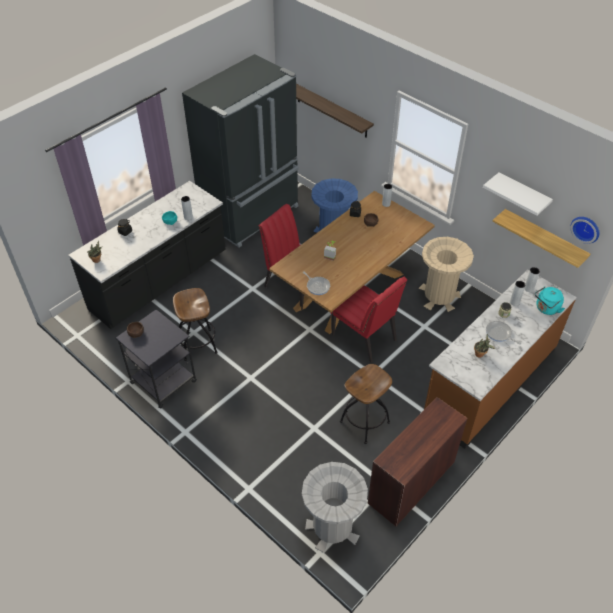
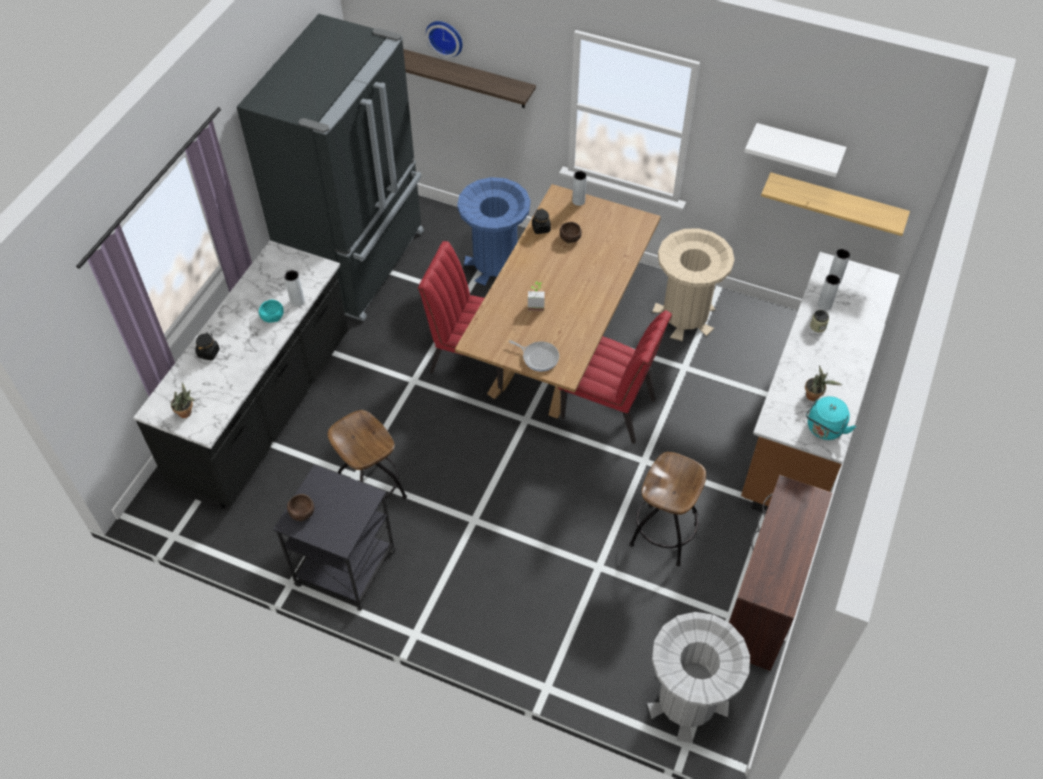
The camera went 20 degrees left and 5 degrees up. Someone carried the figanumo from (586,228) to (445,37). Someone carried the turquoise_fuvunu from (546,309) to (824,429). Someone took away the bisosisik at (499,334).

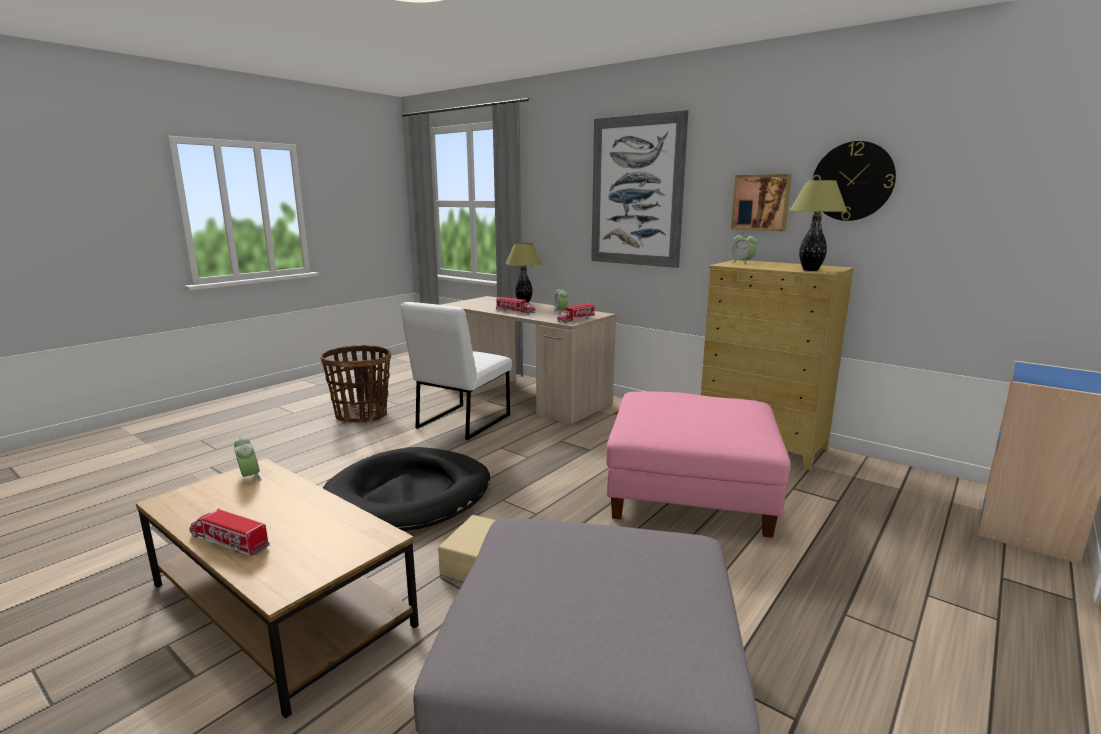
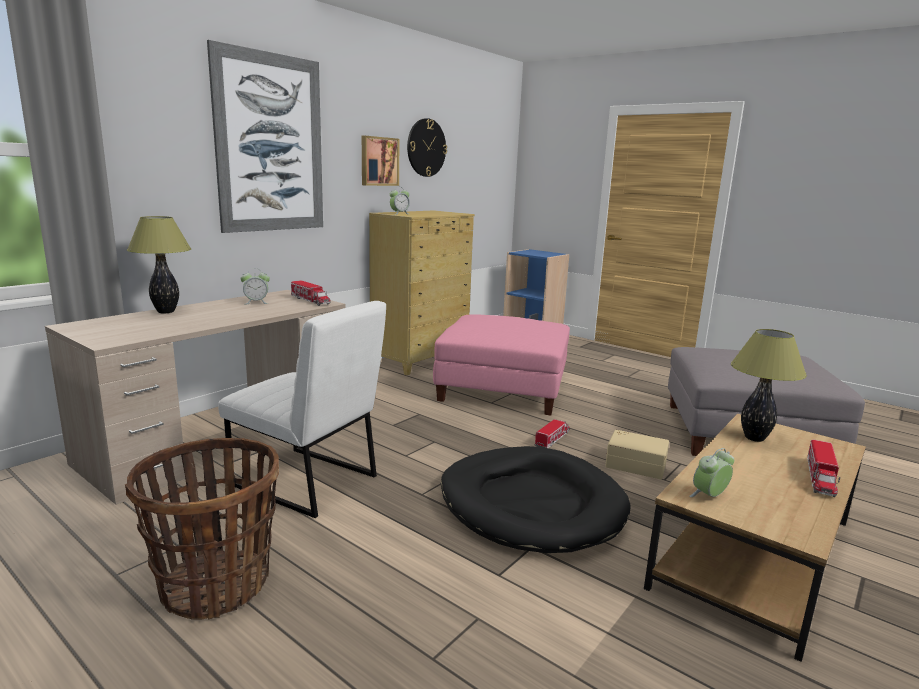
The camera went 90 degrees left and 0 degrees up. Someone carried the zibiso from (810,270) to (754,438). Someone carried the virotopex from (515,311) to (552,439).

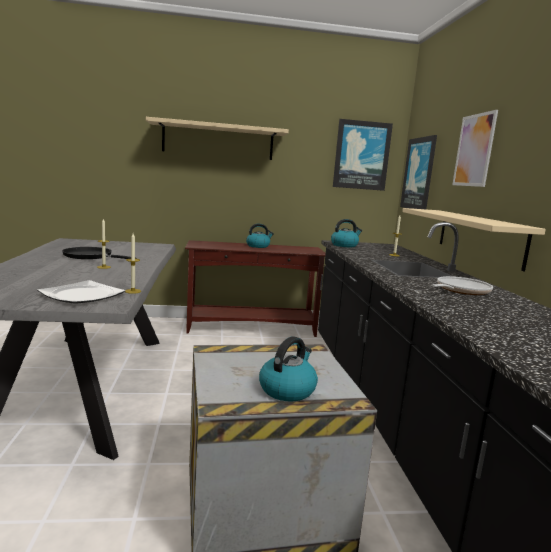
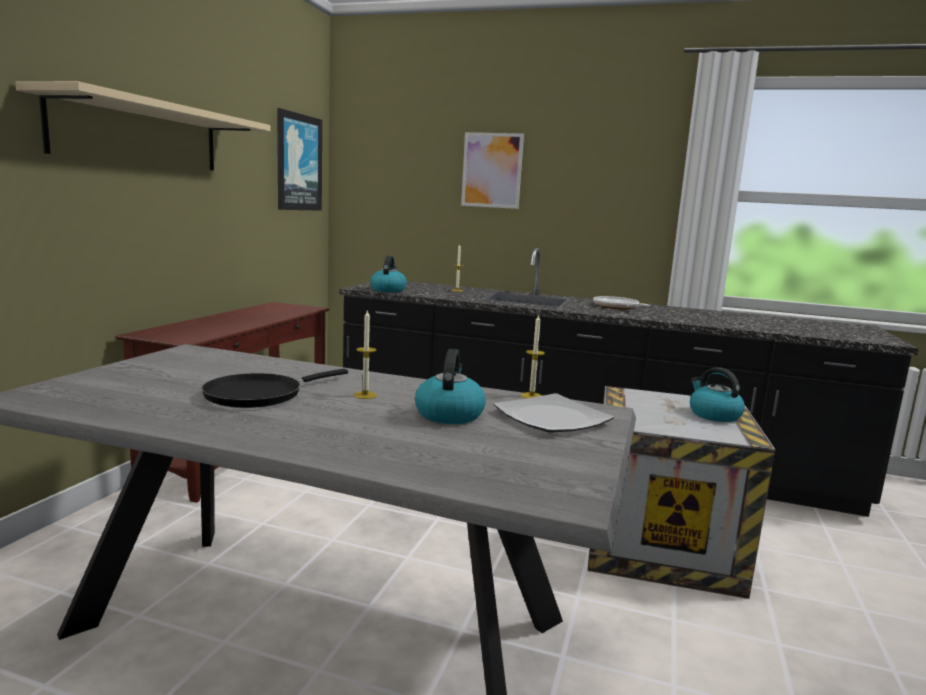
The camera went 65 degrees left and 0 degrees up. Someone took away the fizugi at (419,174). Someone took away the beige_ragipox at (479,236). Someone carried the fuvunu from (258,246) to (449,414).

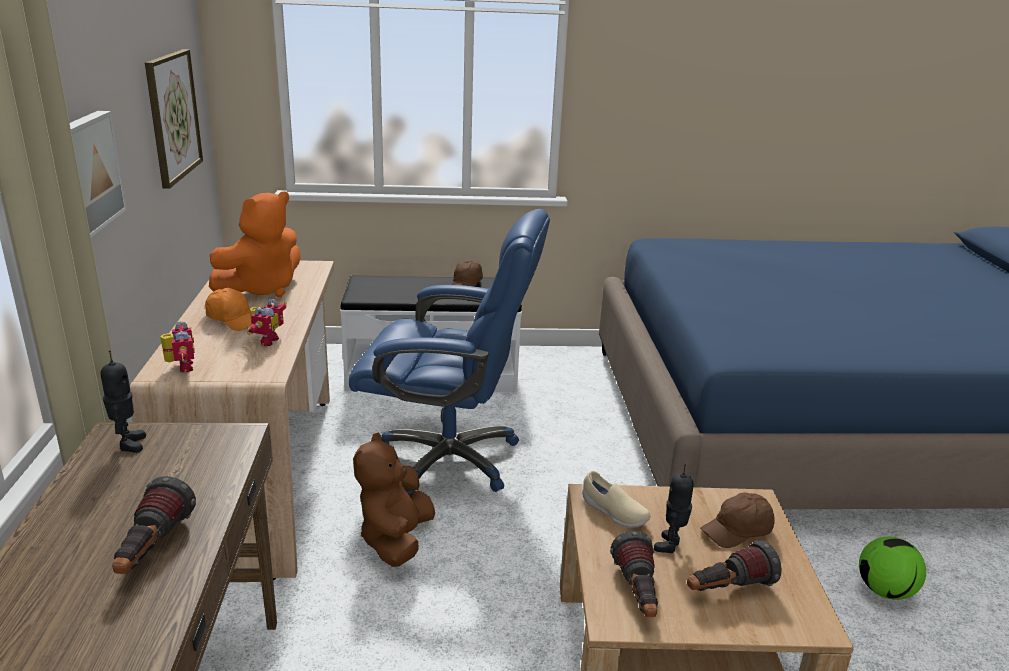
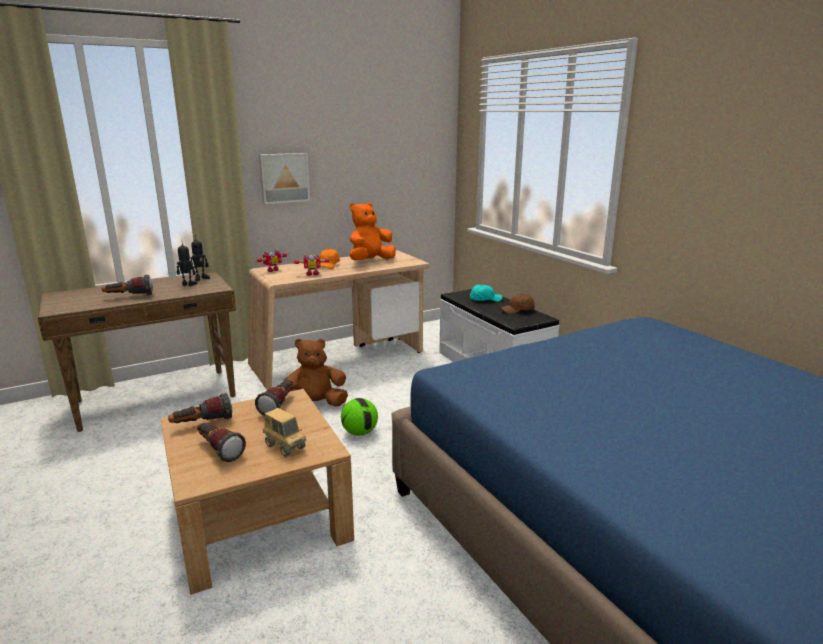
The camera went 65 degrees right and 5 degrees down. Someone took away the fizugi at (173,116). Someone rotated the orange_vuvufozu at (262,289) by 120 degrees clockwise. Someone took away the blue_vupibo at (445,457). Someone carried the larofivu from (670,546) to (188,285). Someone swapped the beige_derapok at (613,513) for the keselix at (279,405). Someone swapped the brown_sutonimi at (738,531) for the virotopex at (285,447). Someone carried the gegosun from (885,591) to (360,432). Someone put down the turquoise_sutonimi at (485,299).

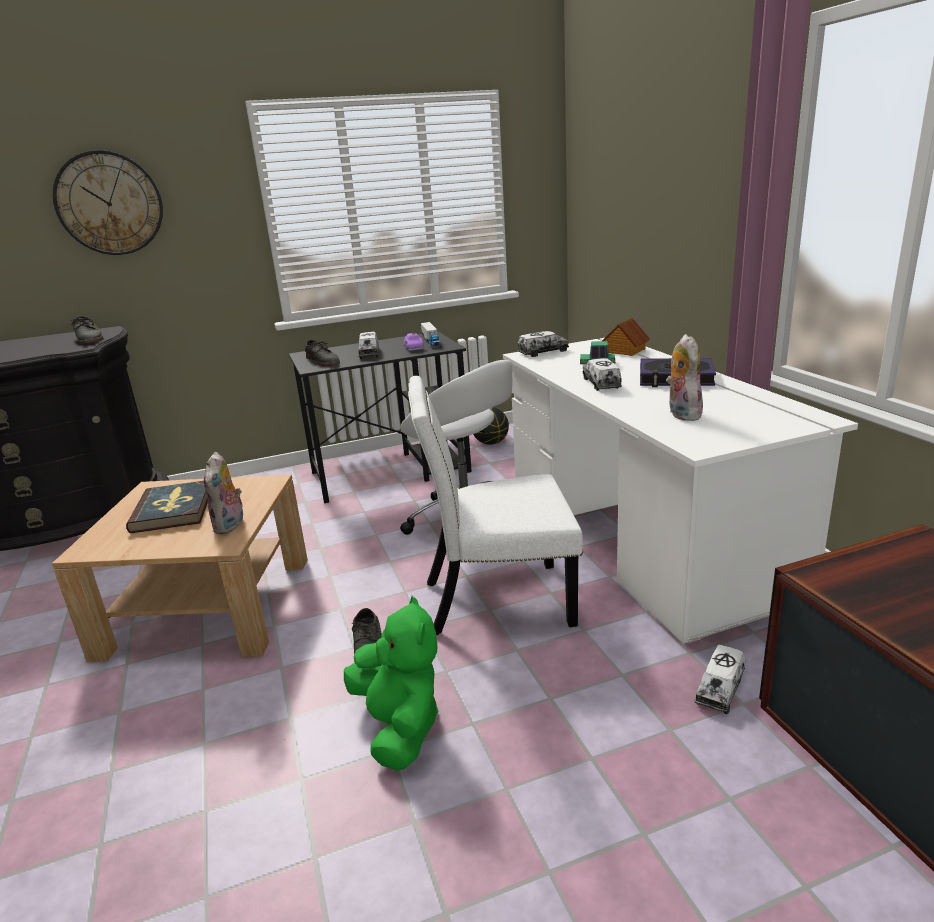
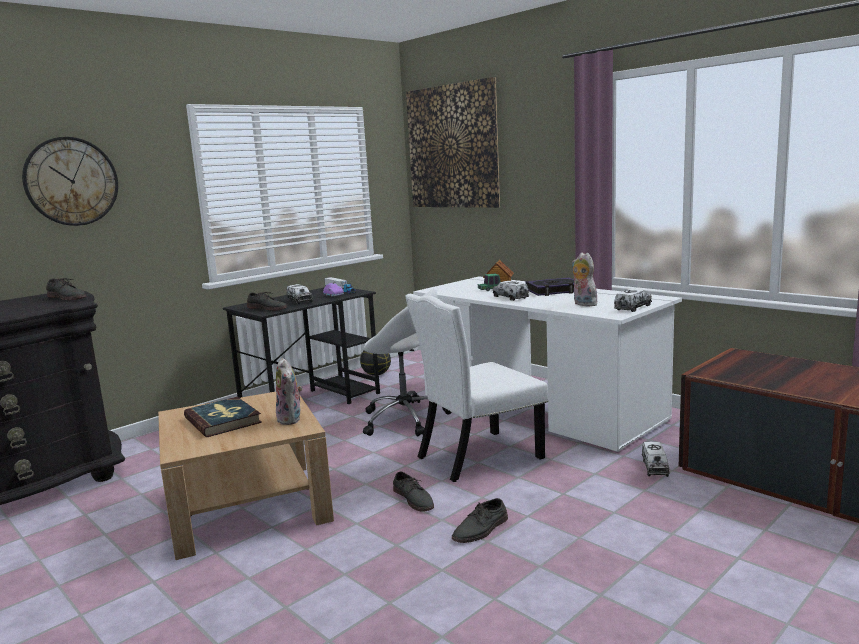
The camera went 25 degrees left and 10 degrees down. Someone carried the virotopex from (543,352) to (633,308). Someone swapped the green_vuvufozu at (399,727) for the grey_derapok at (481,529). Someone put up the fizugi at (452,147).

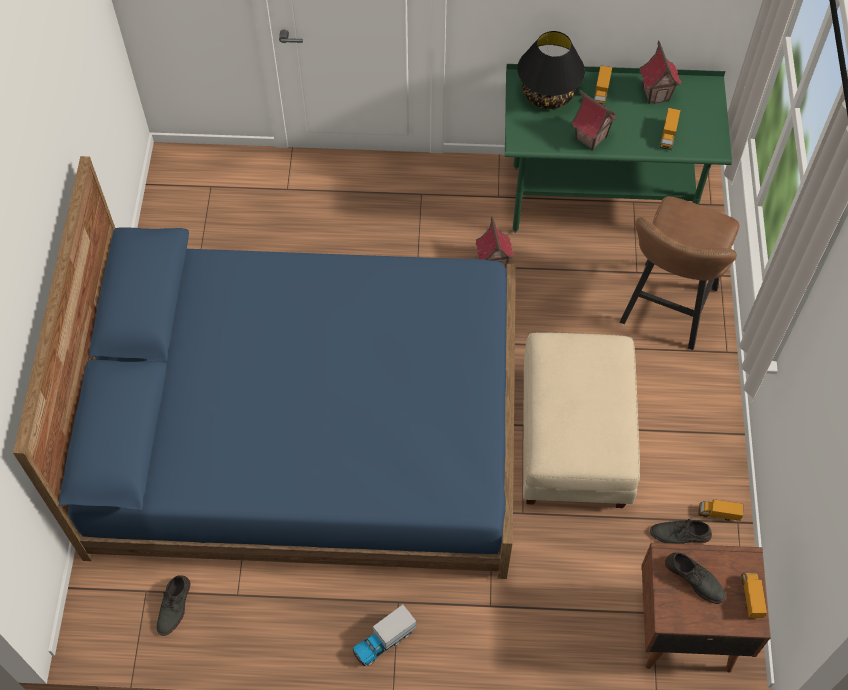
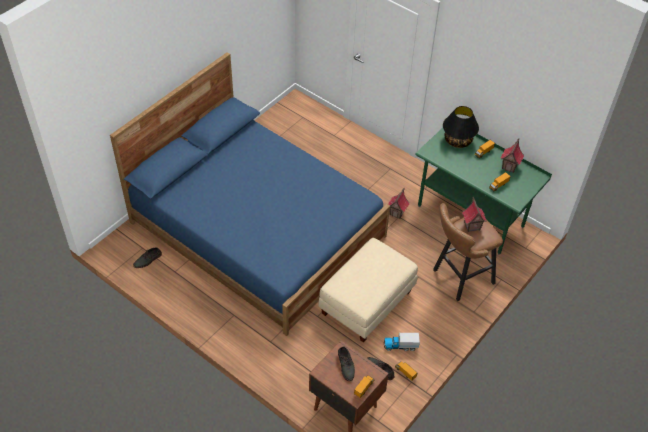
The camera went 35 degrees right and 10 degrees down. Someone carried the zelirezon from (590,138) to (471,226). Someone carried the virotopex from (384,641) to (400,346).

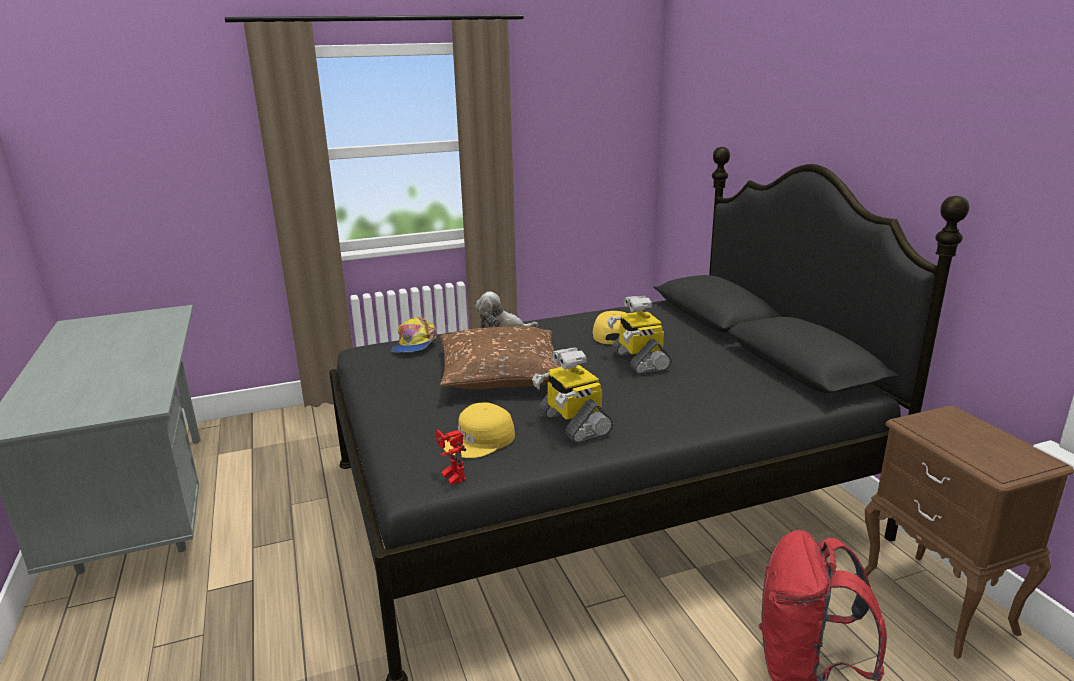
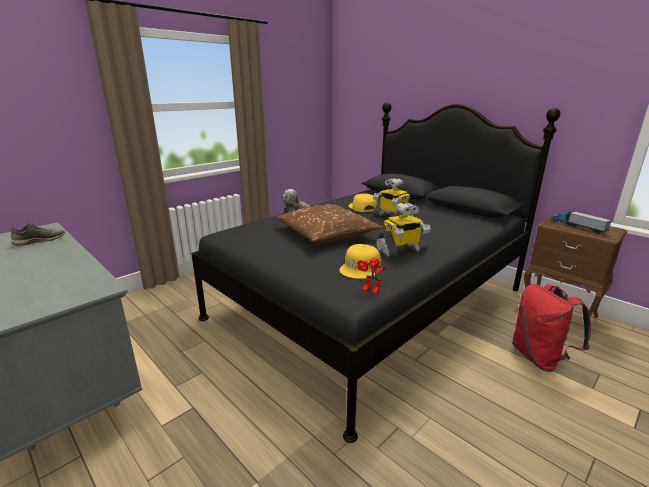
The camera went 25 degrees left and 0 degrees up. Someone took away the sutonimi at (414,344). Someone rotated the larofivu at (572,424) by 60 degrees counterclockwise. Someone put down the virotopex at (577,226). Someone put down the grey_derapok at (40,240).

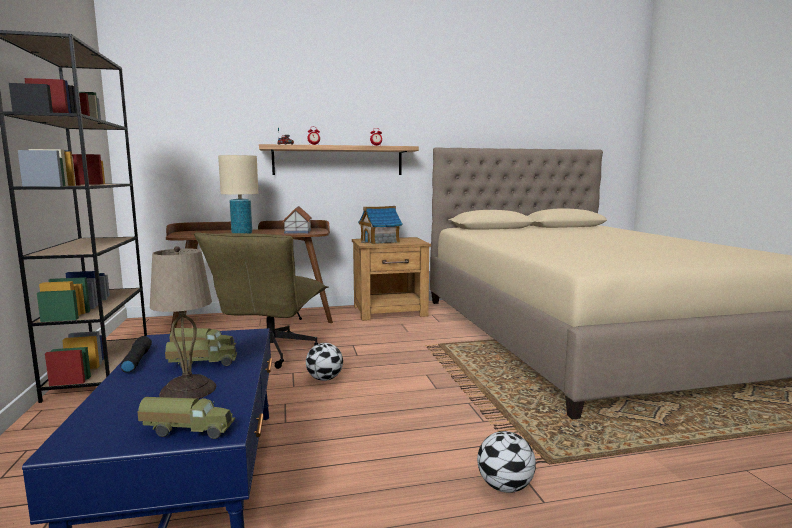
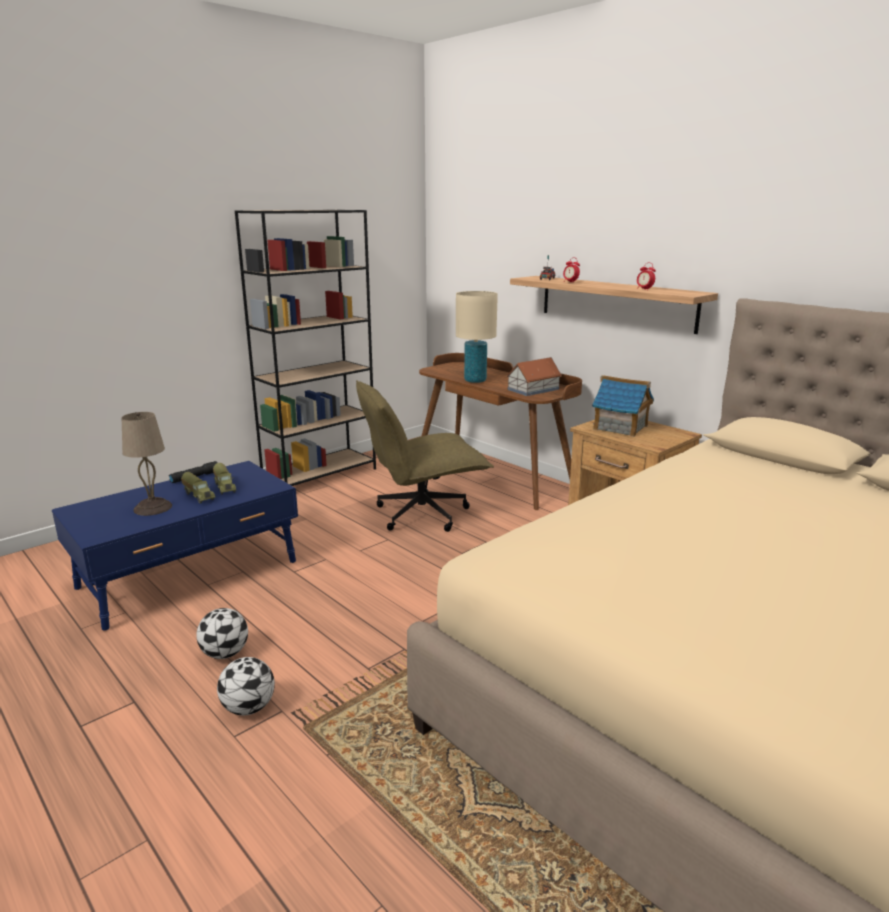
The camera went 60 degrees right and 10 degrees up. Someone carried the gegosun from (324,379) to (225,653). Someone took away the virotopex at (188,431).

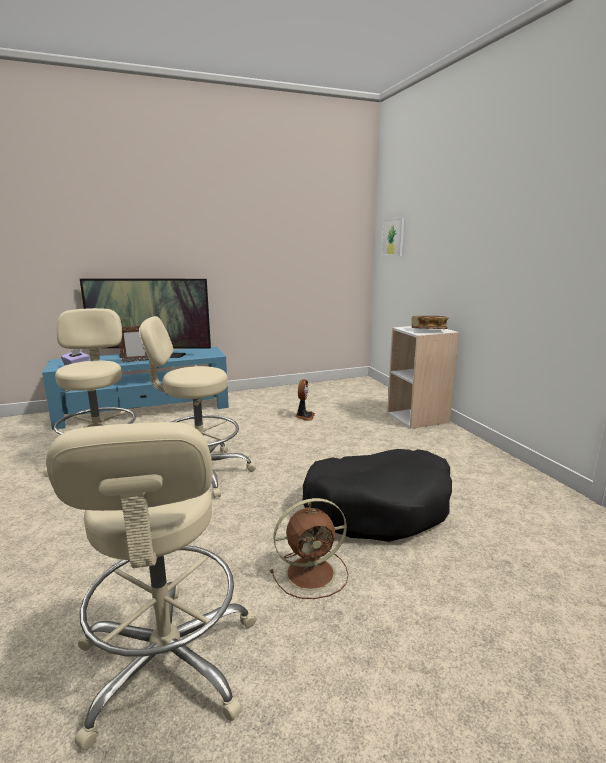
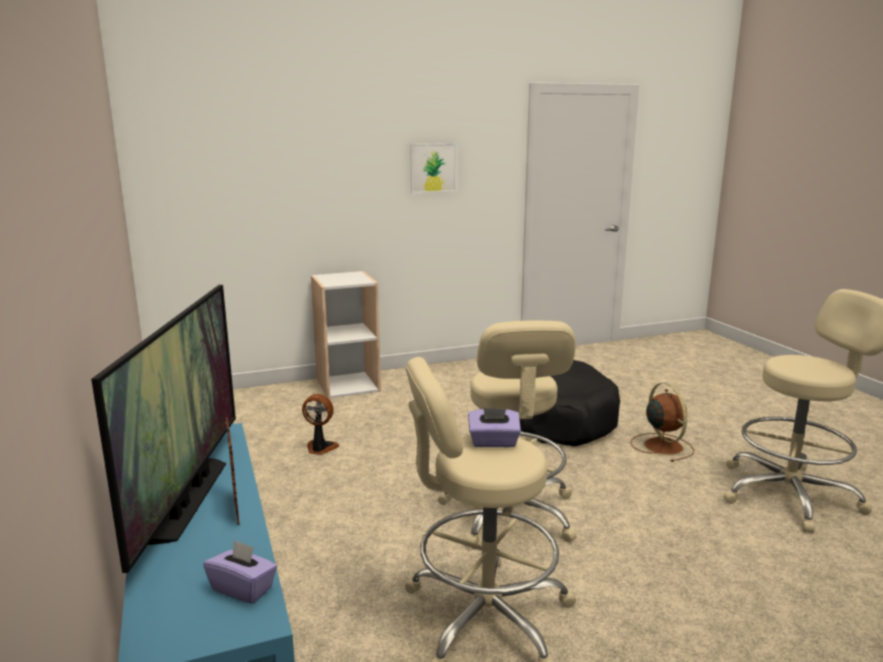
The camera went 90 degrees left and 0 degrees up. Someone carried the fizugi from (393,237) to (433,168). Someone took away the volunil at (428,330). Someone put down the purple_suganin at (493,442).

